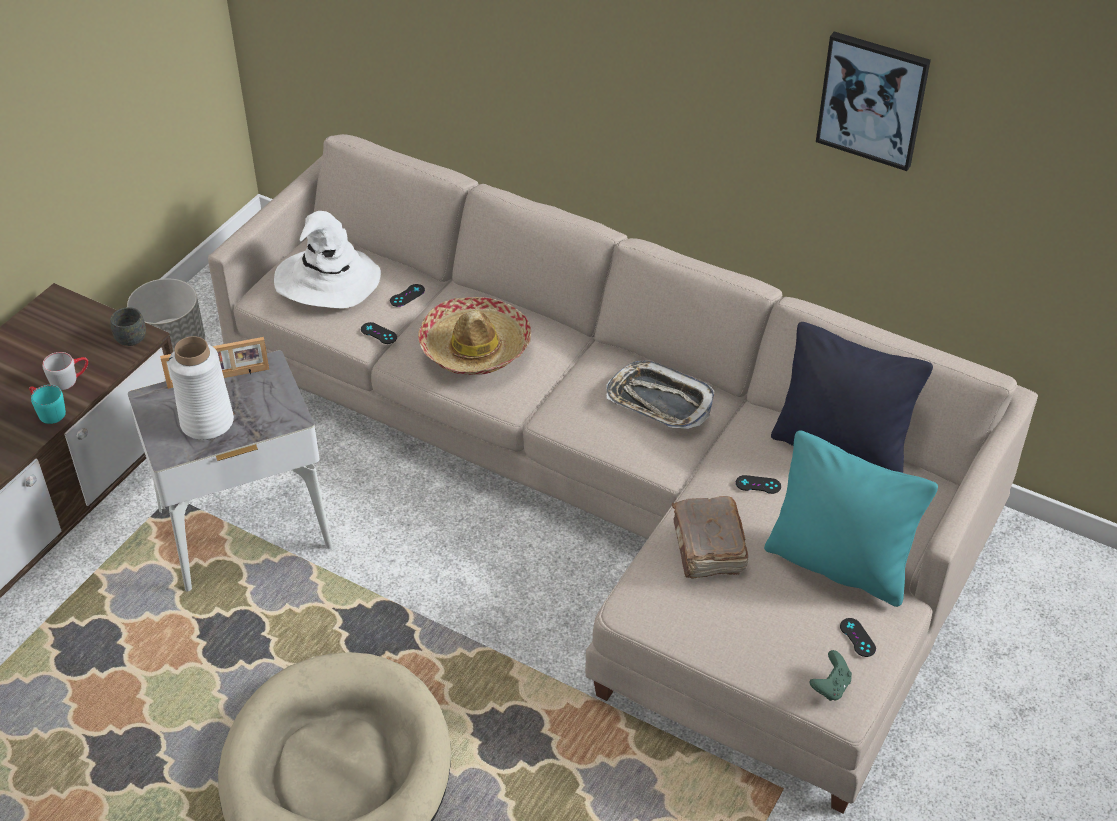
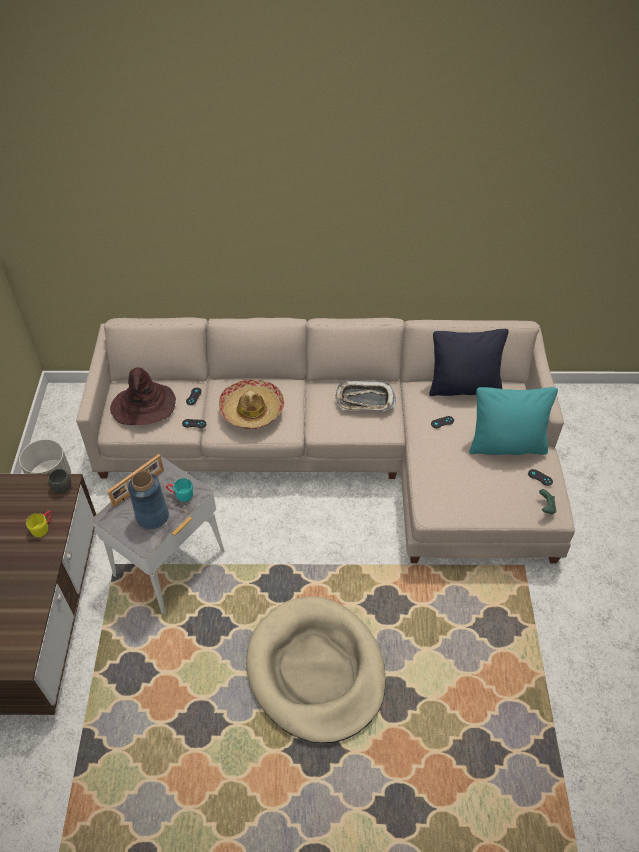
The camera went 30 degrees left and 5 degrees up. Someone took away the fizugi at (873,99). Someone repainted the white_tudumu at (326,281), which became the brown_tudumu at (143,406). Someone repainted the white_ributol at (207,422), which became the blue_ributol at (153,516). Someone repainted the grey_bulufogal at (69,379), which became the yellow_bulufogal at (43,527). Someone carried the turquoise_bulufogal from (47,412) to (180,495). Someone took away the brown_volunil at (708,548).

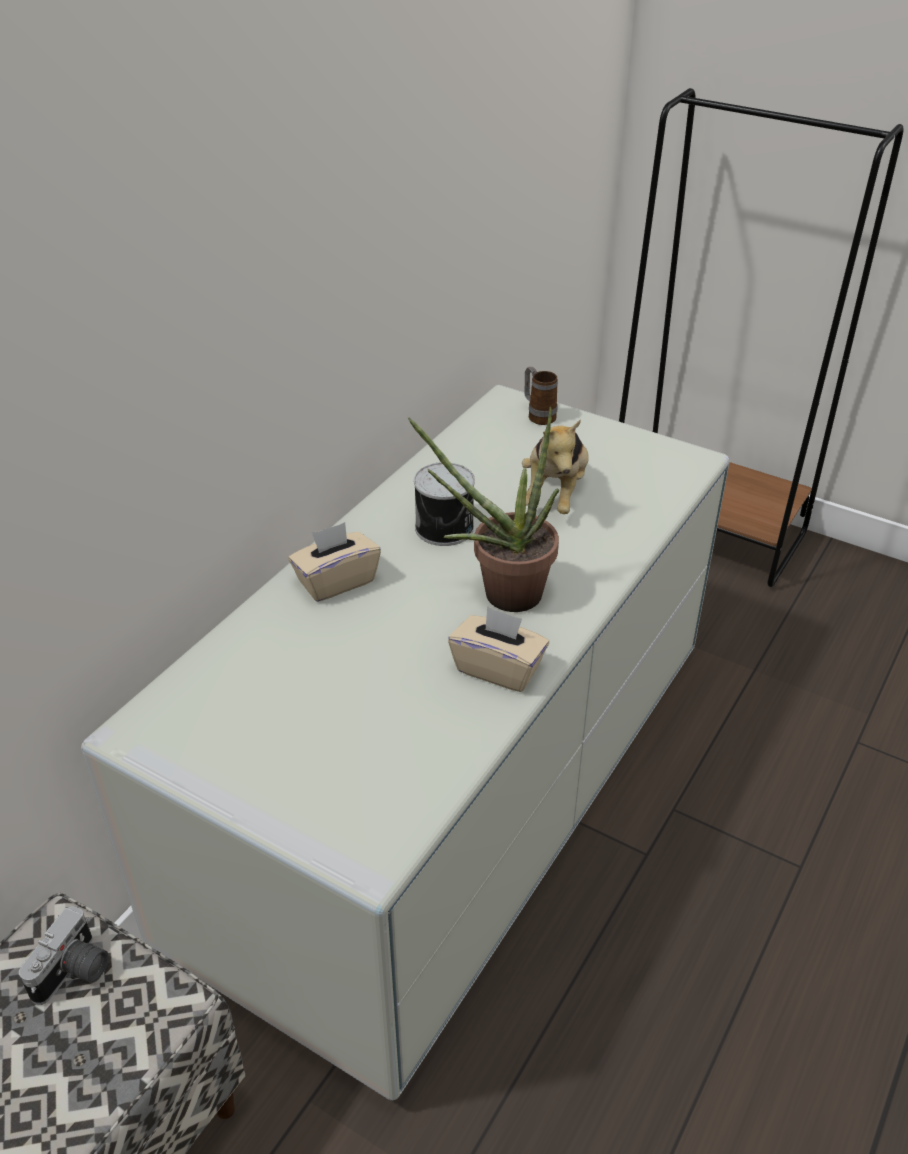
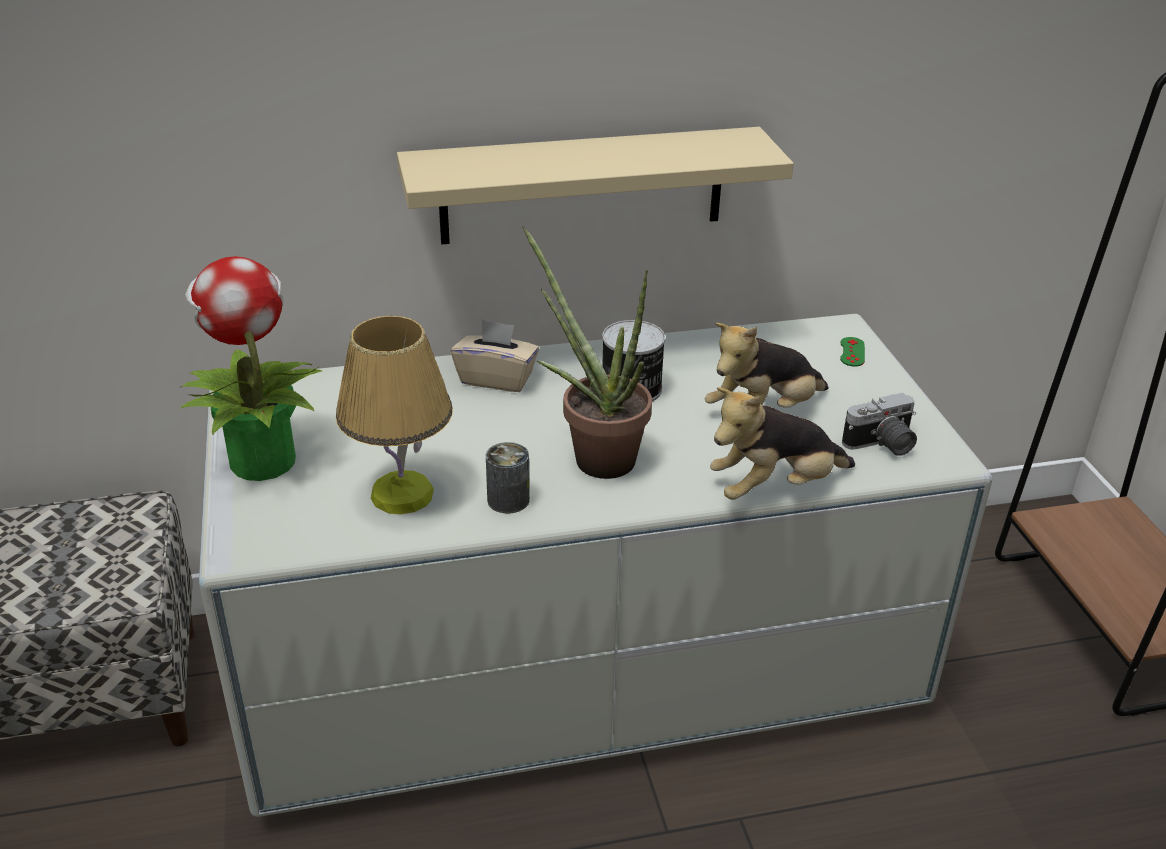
The camera went 45 degrees right and 5 degrees down. Someone swapped the bulufogal at (538,415) for the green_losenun at (852,352). Someone swapped the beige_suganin at (498,668) for the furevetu at (508,500). Someone carried the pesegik from (74,973) to (882,445). Someone put up the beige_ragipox at (582,185). Someone put down the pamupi at (261,460). Someone put down the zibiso at (401,494). Someone put down the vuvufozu at (775,488).

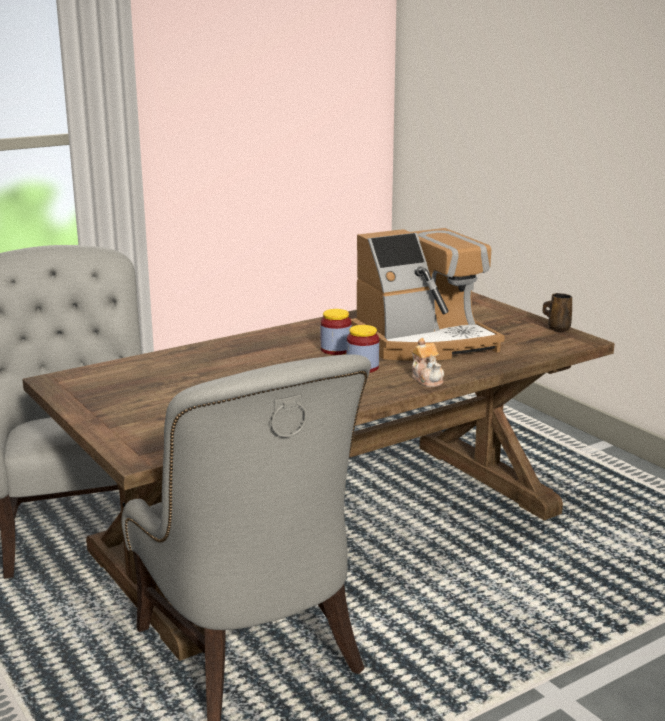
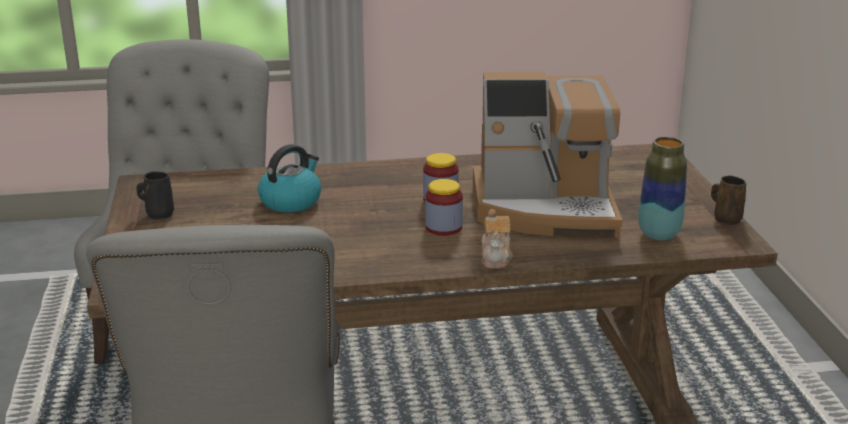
The camera went 25 degrees right and 5 degrees up. Someone put down the ributol at (658,234). Someone put down the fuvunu at (291,201). Someone put down the black_bulufogal at (158,214).

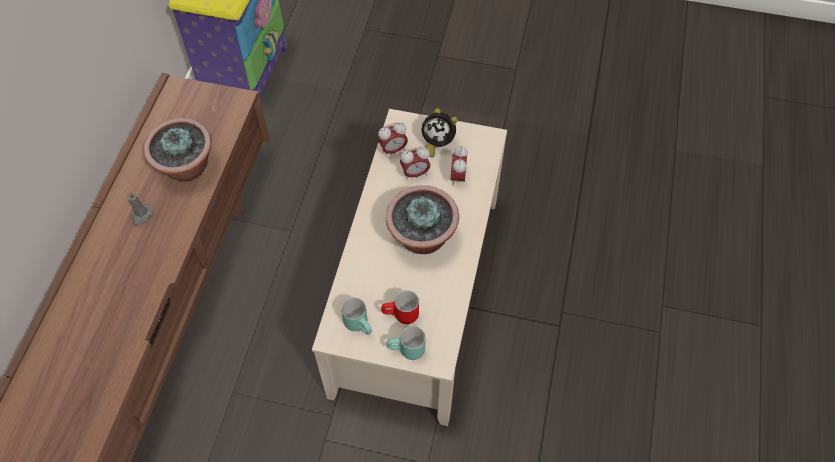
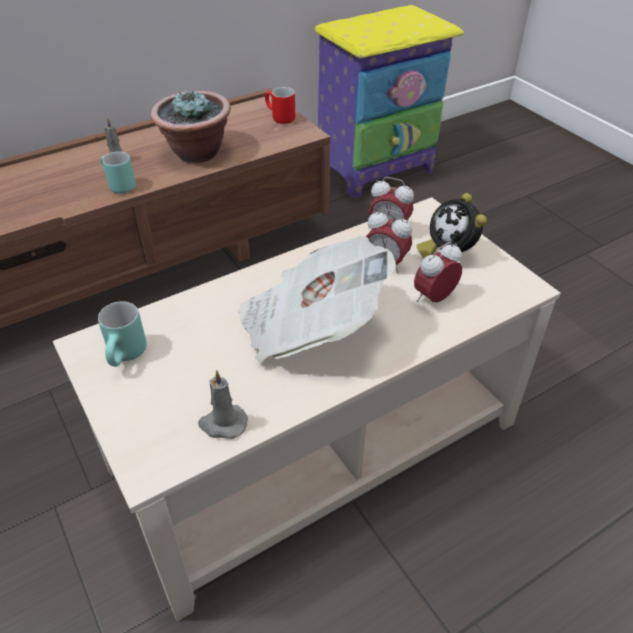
The camera went 45 degrees right and 15 degrees down. Someone swapped the pamupi at (422,238) for the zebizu at (310,326). Someone carried the red_bulufogal from (401,316) to (278,118). Someone carried the turquoise_bulufogal from (406,351) to (117,186). Someone put down the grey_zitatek at (222,423).

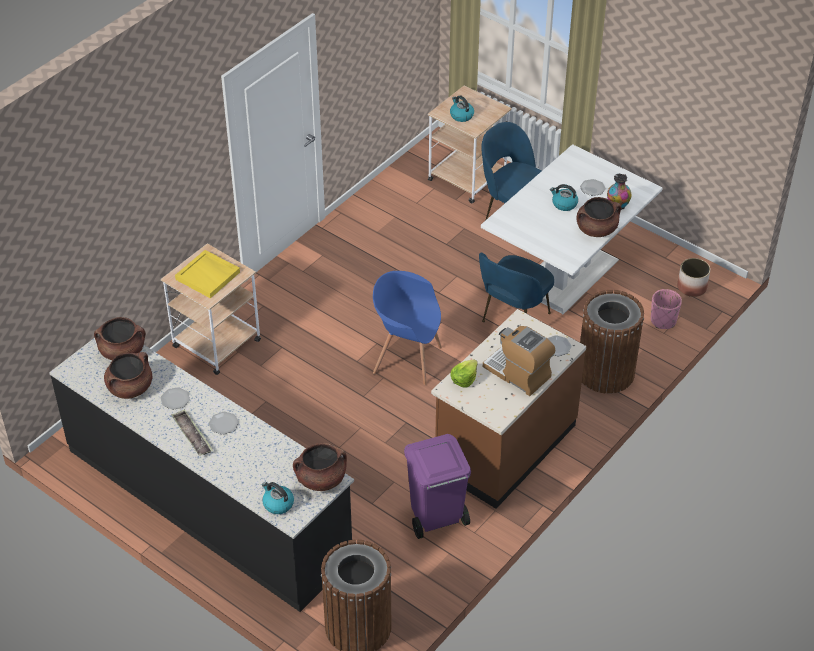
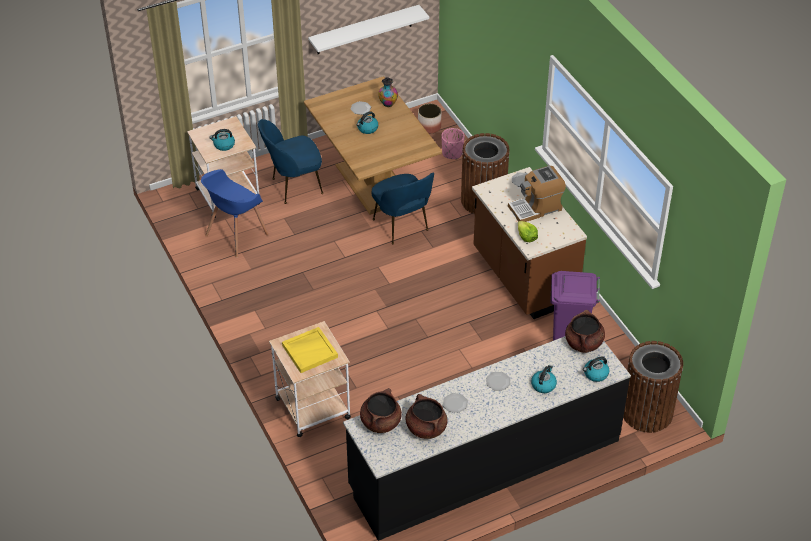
The camera went 65 degrees left and 0 degrees up. Someone repainted the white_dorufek at (566,274), which became the brown_dorufek at (372,183). Someone took away the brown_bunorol at (596,229). Someone carried the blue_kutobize from (406,359) to (236,236). Someone took away the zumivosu at (192,435). Someone put up the white_ragipox at (364,30). Someone put down the fuvunu at (543,385).

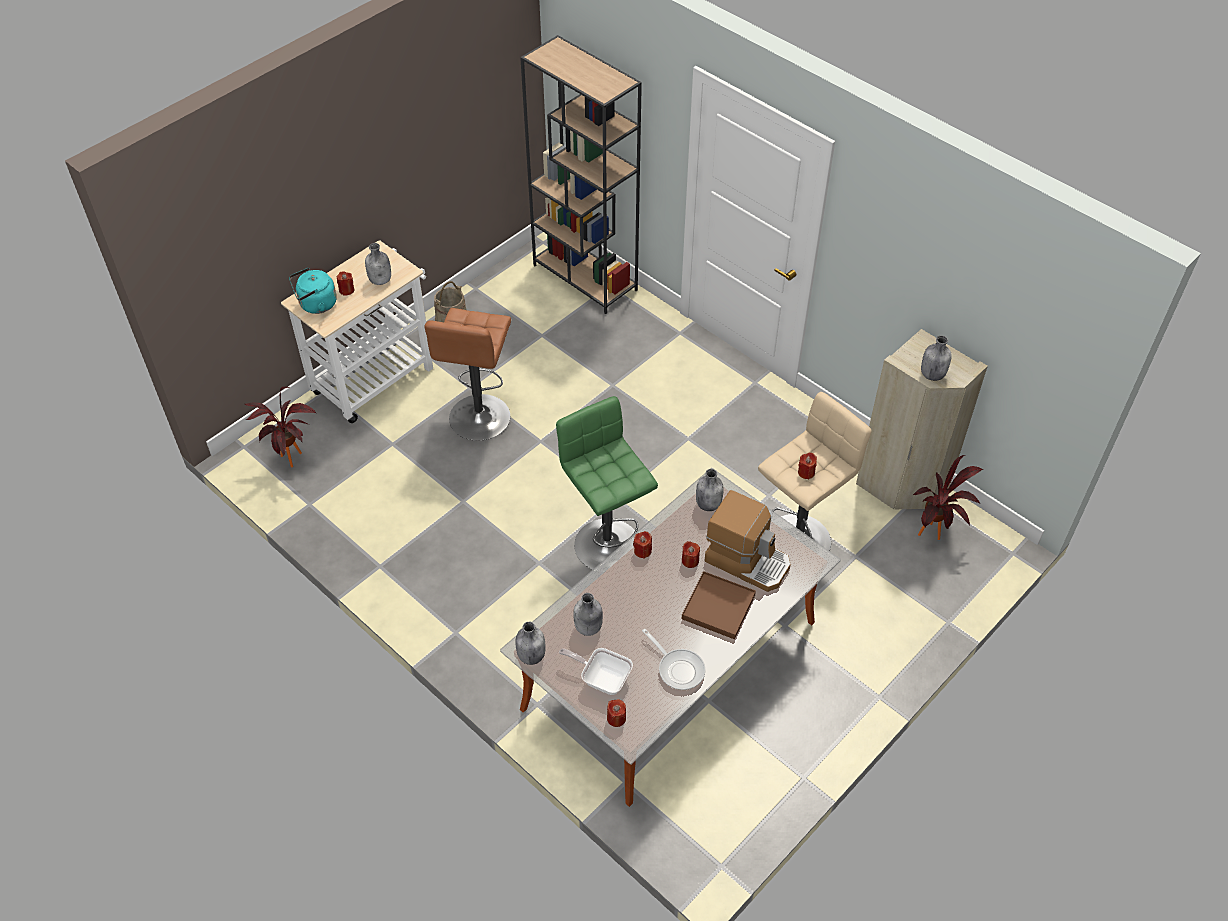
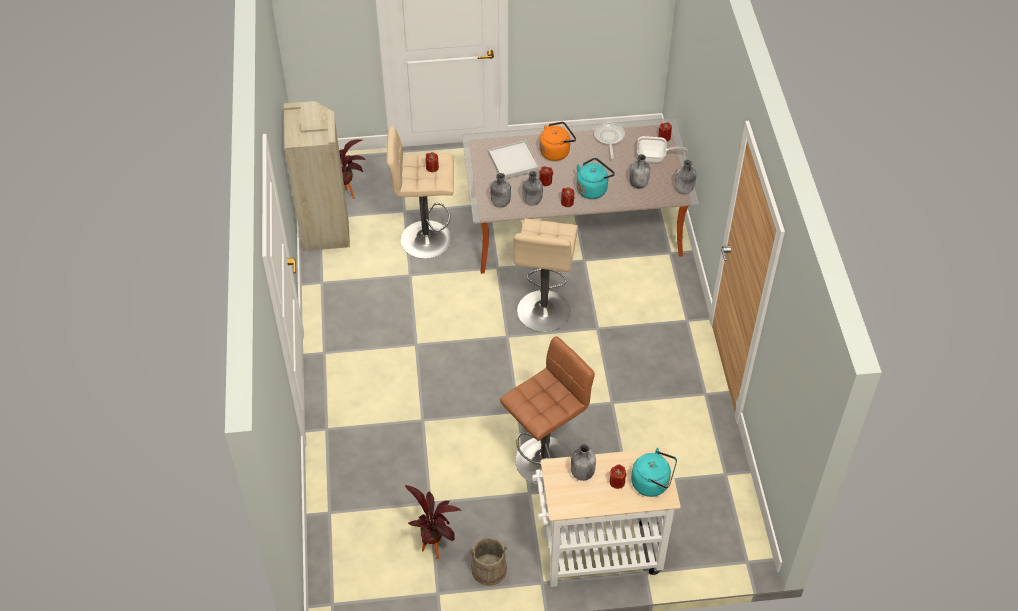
The camera went 140 degrees left and 0 degrees up. Someone took away the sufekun at (586,278). Someone carried the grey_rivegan from (932,374) to (532,201). Someone carried the pamupi from (293,463) to (435,545). Someone repainted the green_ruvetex at (607,544), which became the beige_ruvetex at (543,311). Someone swapped the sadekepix at (748,560) for the white_zumivosu at (513,162). Someone swapped the brown_zumivosu at (718,607) for the orange_fuvunu at (556,151). Someone rotated the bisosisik at (602,678) by 60 degrees counterclockwise. Someone put down the turquoise_fuvunu at (593,189).

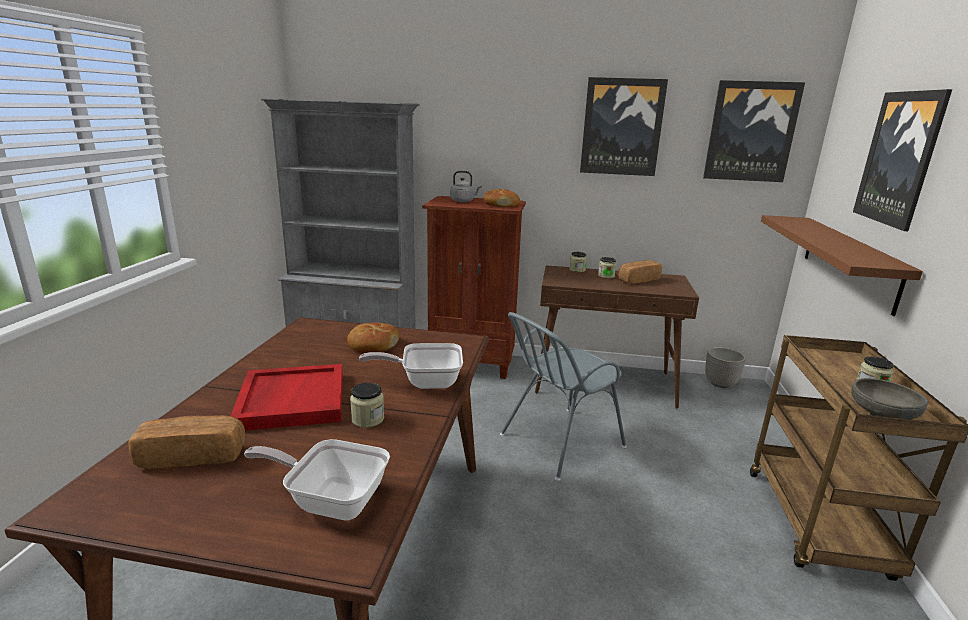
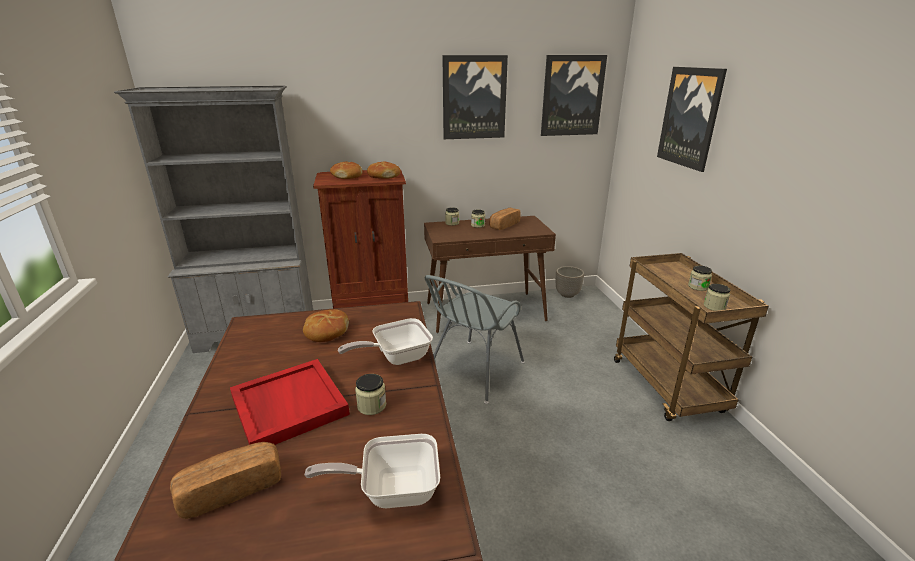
The camera went 20 degrees left and 5 degrees up. Someone swapped the grey_fuvunu at (463,201) for the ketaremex at (347,176). Someone took away the brown_ragipox at (849,261). Someone swapped the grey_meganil at (882,414) for the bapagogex at (714,306).

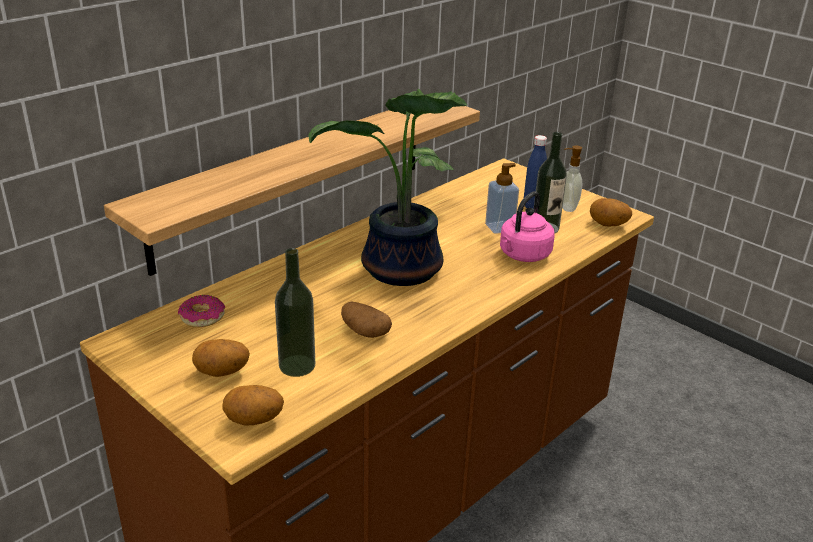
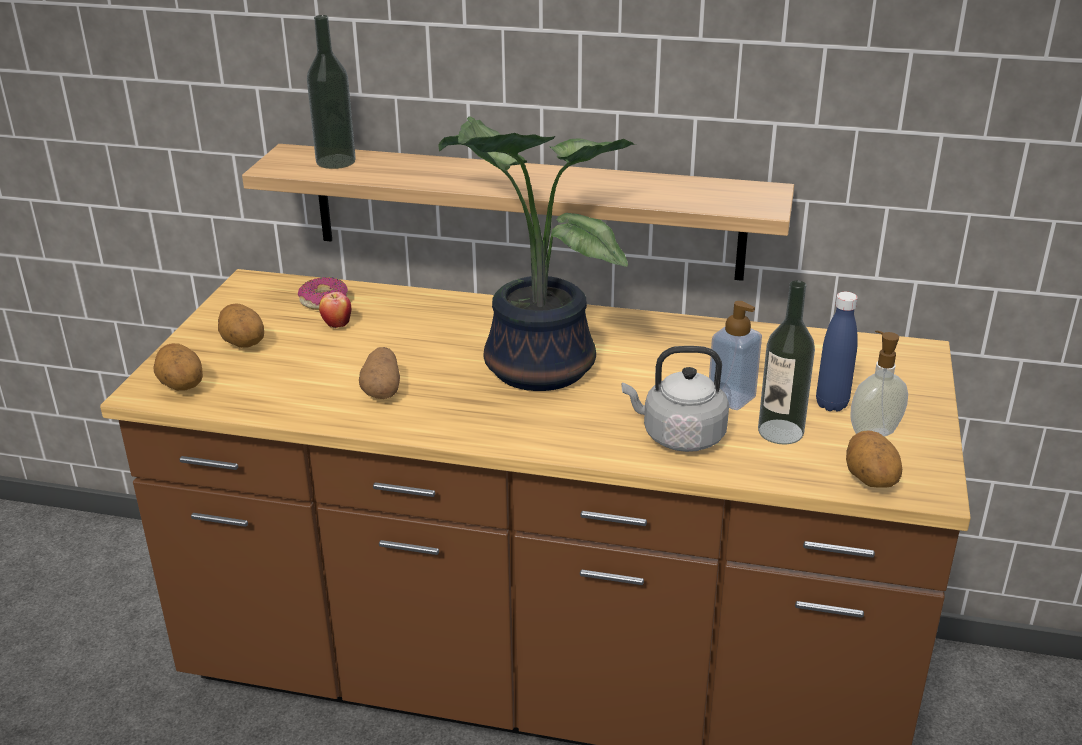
The camera went 60 degrees right and 0 degrees up. Someone repainted the pink_fuvunu at (523,255), which became the grey_fuvunu at (679,436). Someone carried the rivegan from (297,365) to (335,161). Someone put down the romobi at (336,325).

